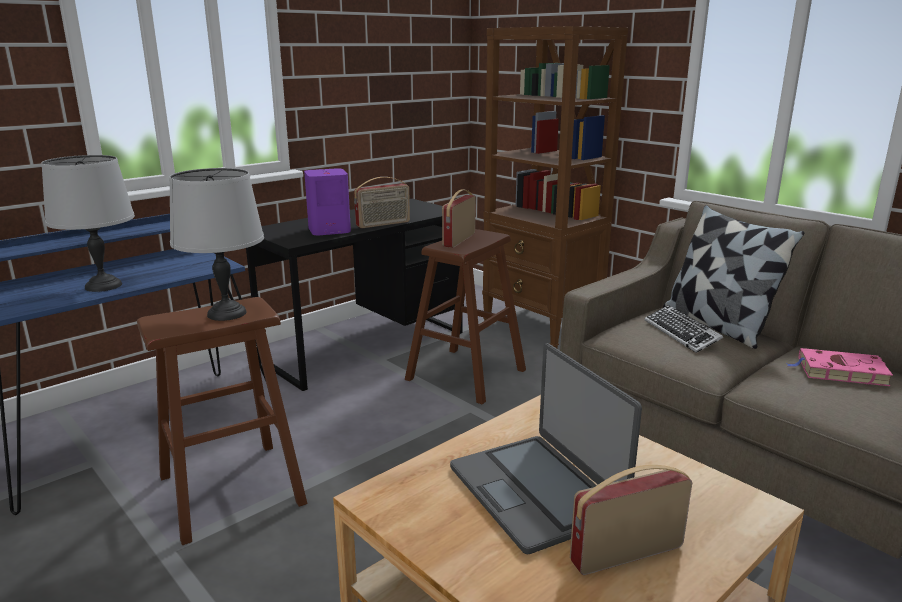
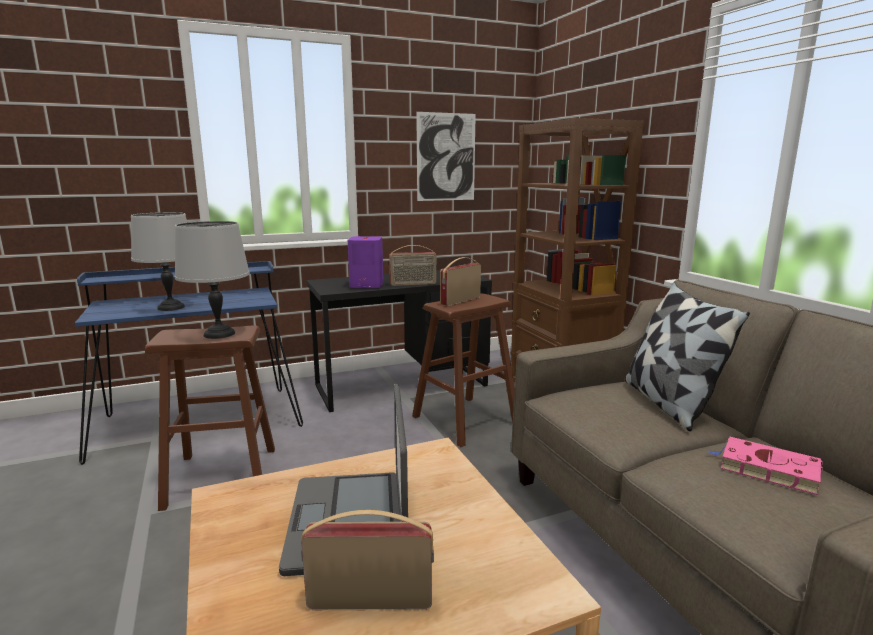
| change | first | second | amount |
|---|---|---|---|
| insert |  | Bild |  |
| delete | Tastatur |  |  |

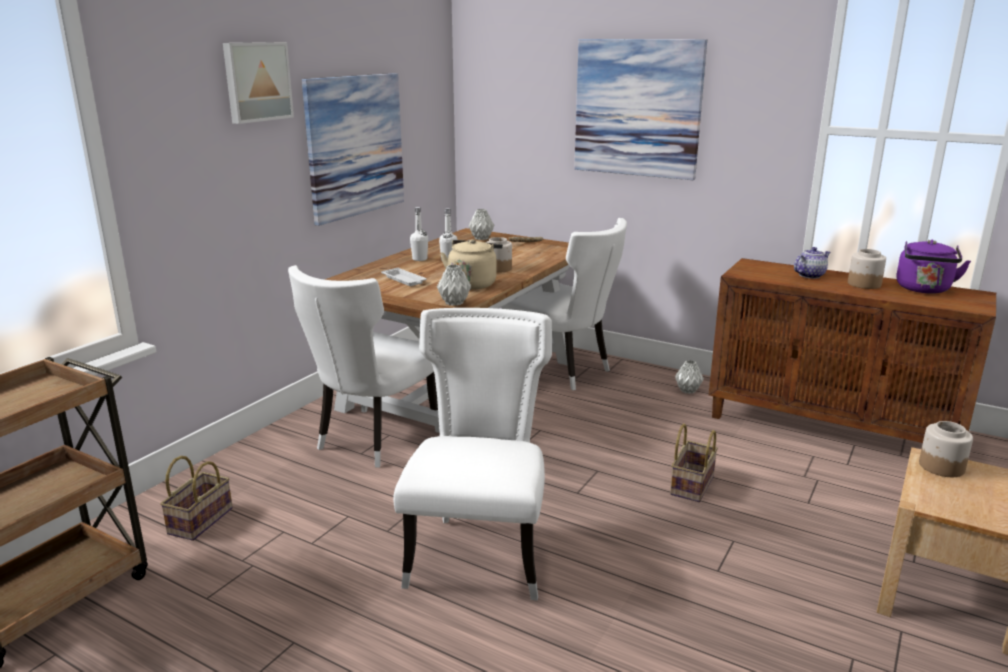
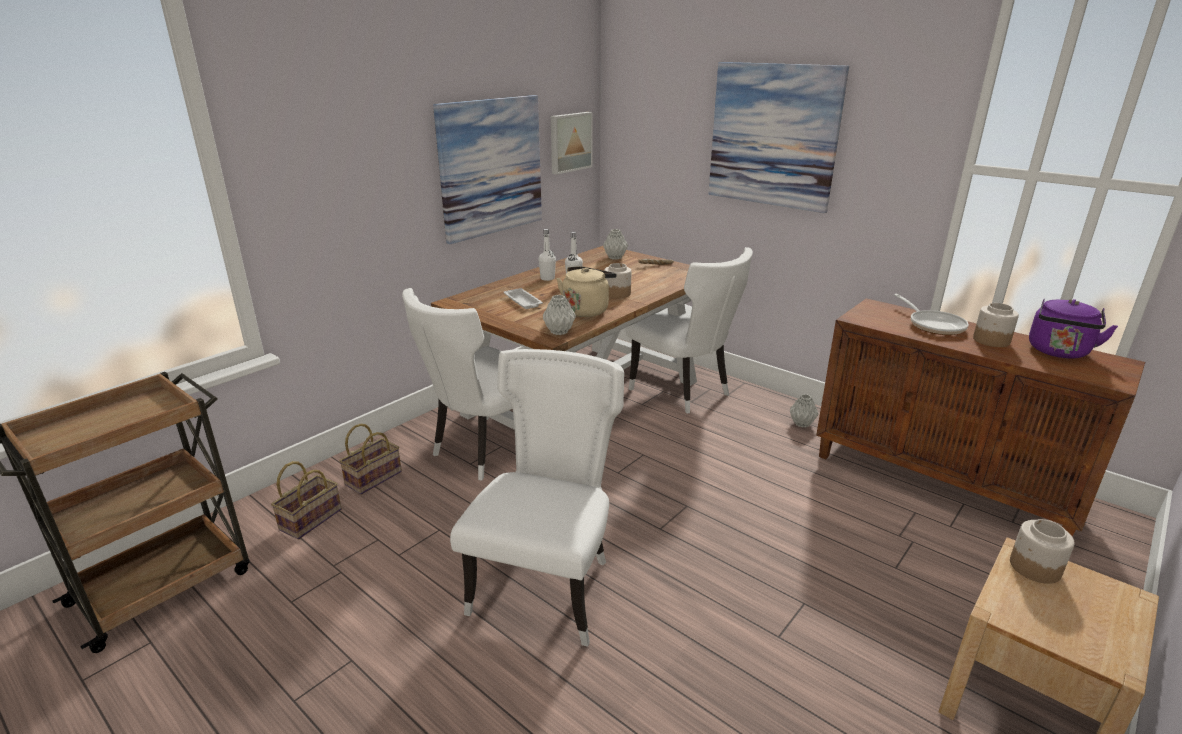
| change | first | second | amount |
|---|---|---|---|
| move | Korb (2nd from left) |  |  |
| move | Bild (1st from left in the first image) | Bild (2nd from left) |  |
| replace | Teekanne | Pfanne |  |

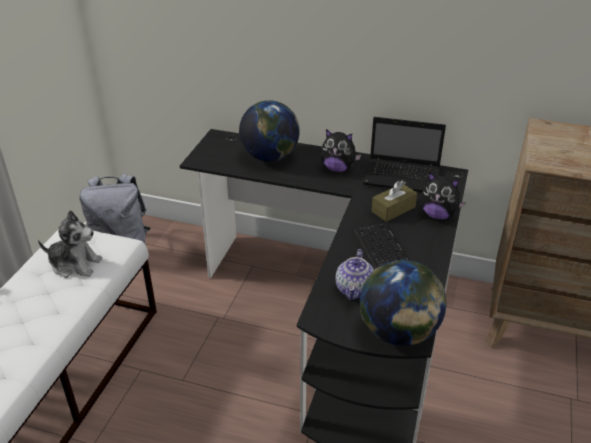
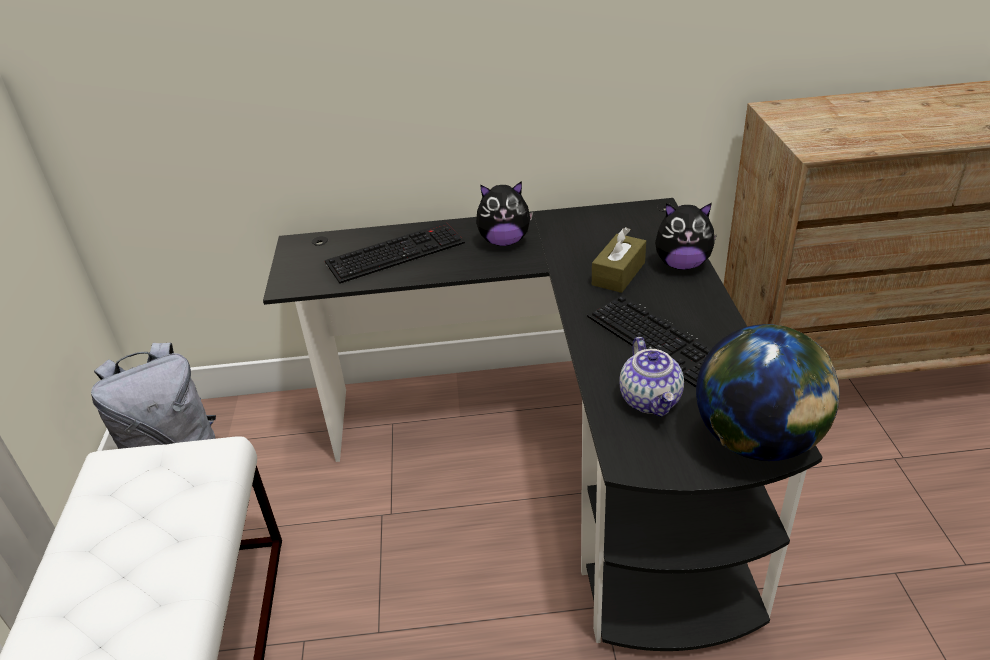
| change | first | second | amount |
|---|---|---|---|
| replace | Globus (1st from left) | Tastatur (1st from left) |  |
| delete | Plüschtier (1st from left) |  |  |
| delete | Laptop |  |  |

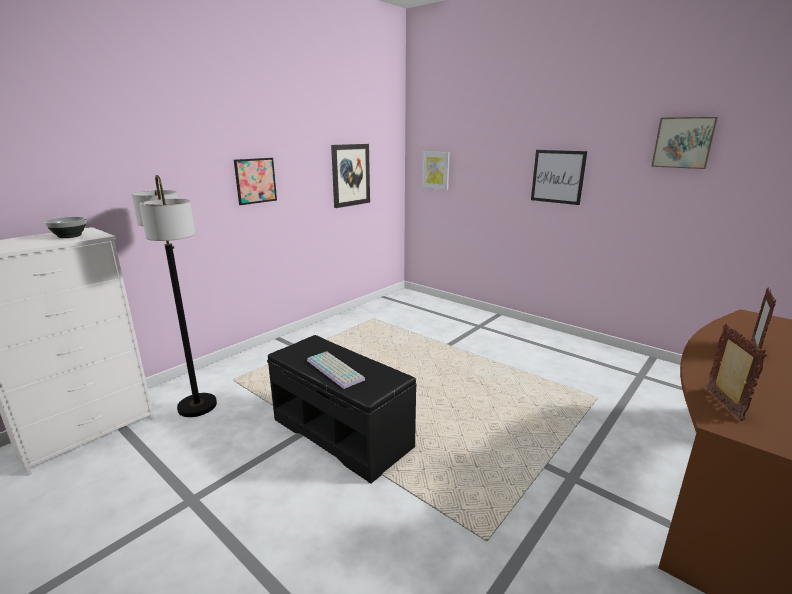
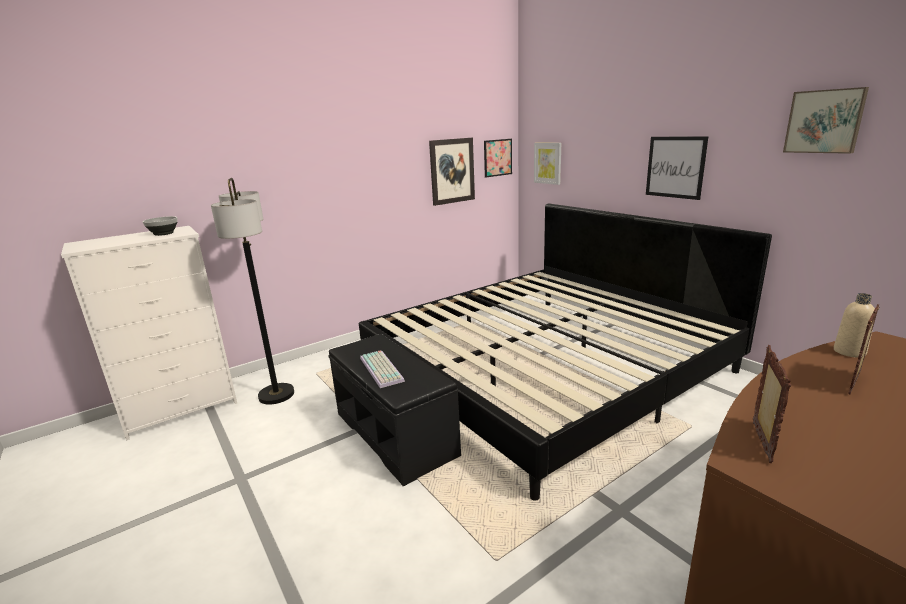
| change | first | second | amount |
|---|---|---|---|
| insert |  | Bett |  |
| move | Bild (1st from left in the first image) | Bild (2nd from left) |  |
| insert |  | Flasche [beige] |  |

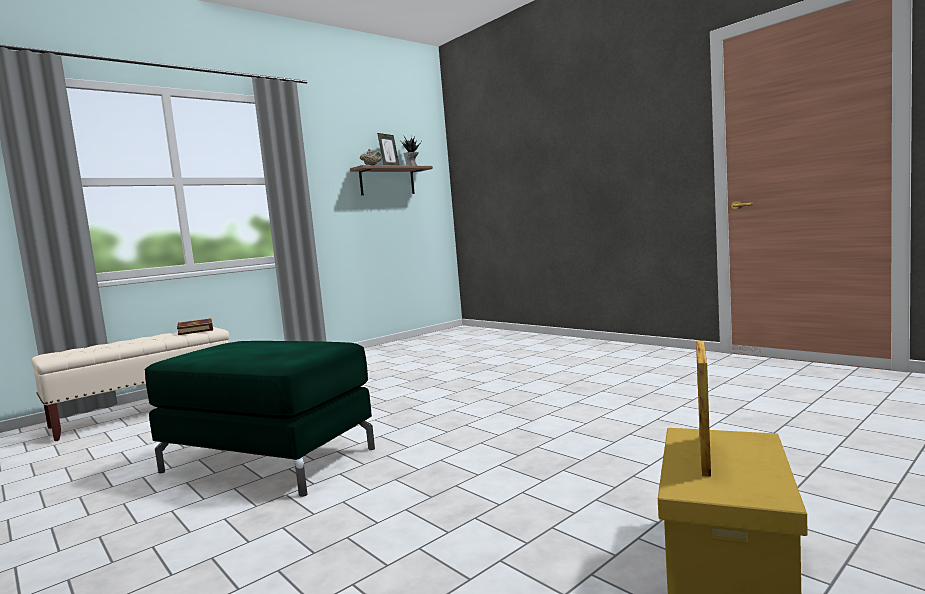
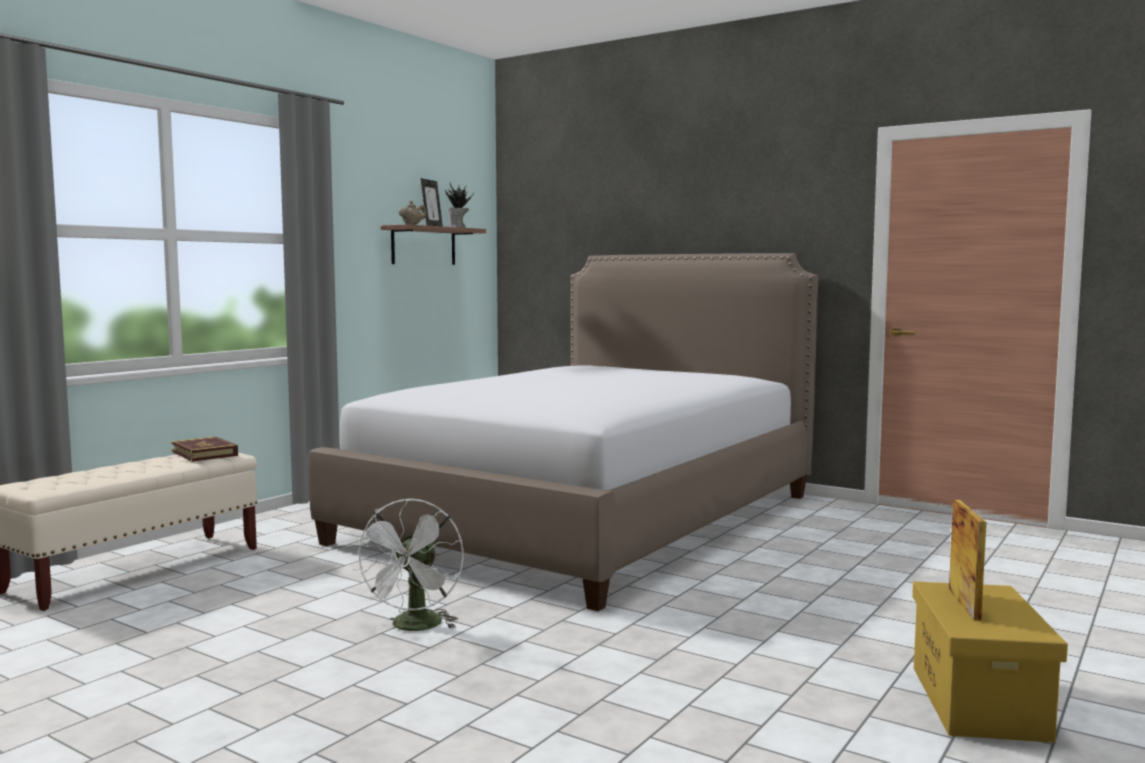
| change | first | second | amount |
|---|---|---|---|
| insert |  | Bett |  |
| replace | Polsterhocker [grün] | Ventilator [weiß] |  |

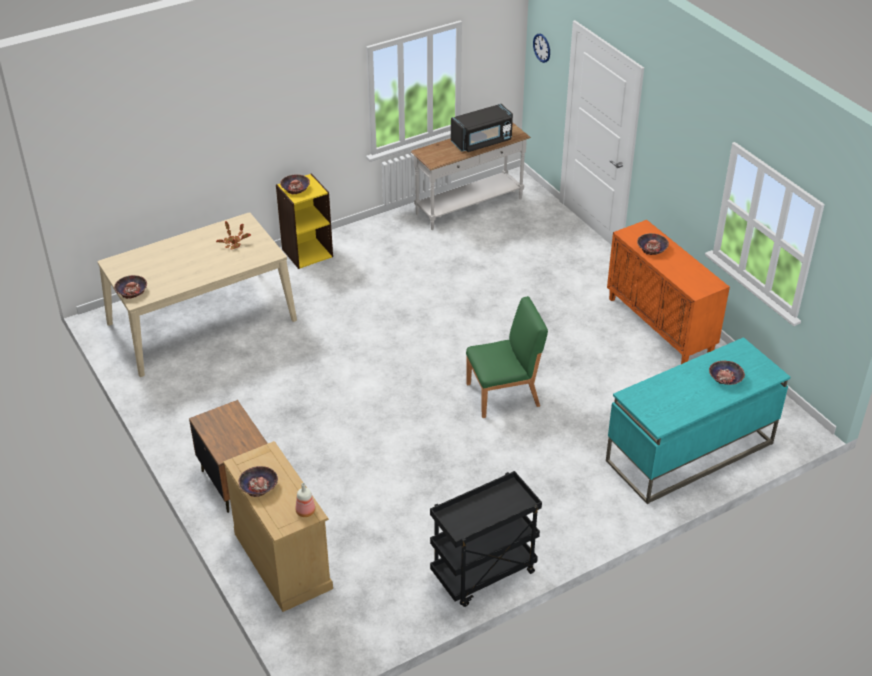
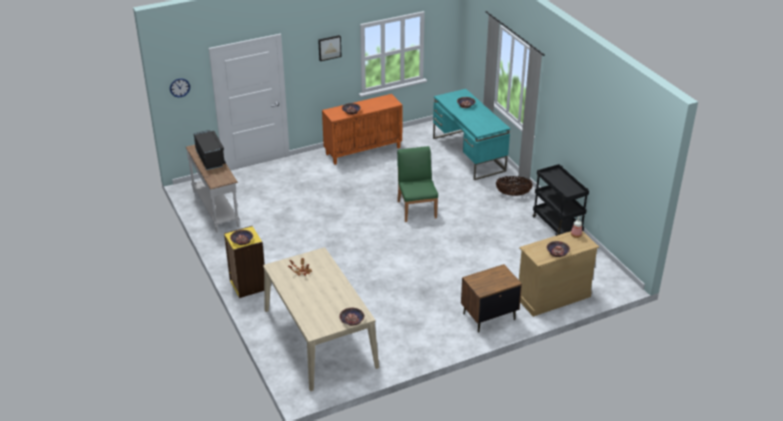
| change | first | second | amount |
|---|---|---|---|
| insert |  | Bild |  |
| insert |  | Korb |  |

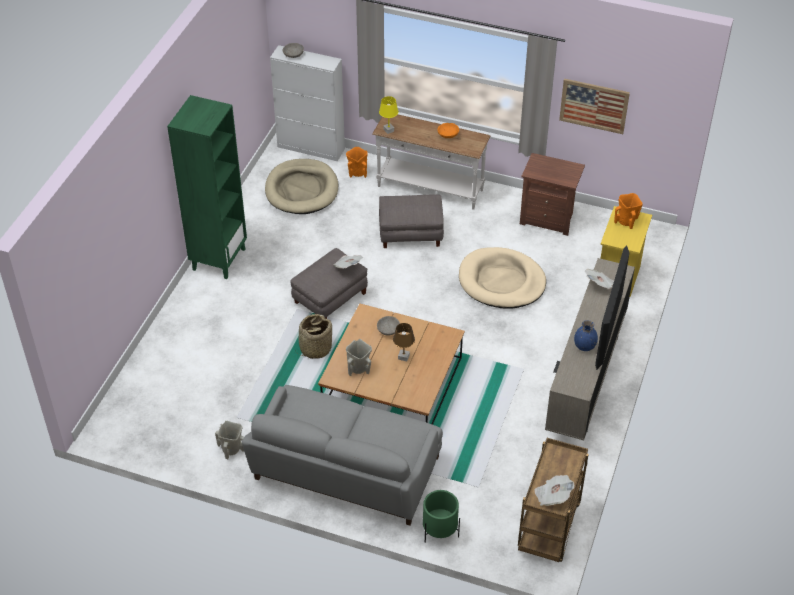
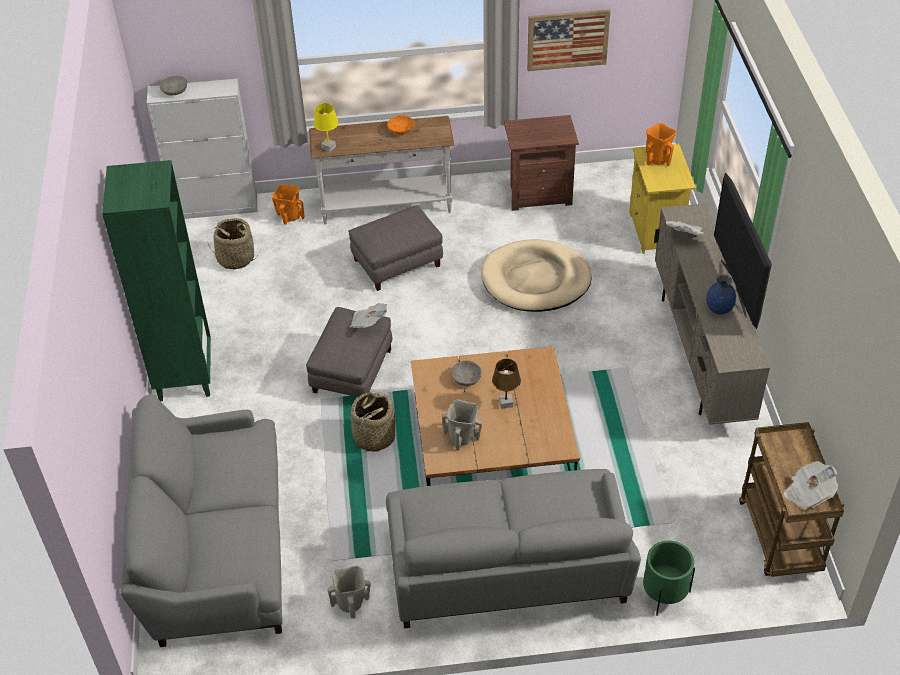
| change | first | second | amount |
|---|---|---|---|
| insert |  | Sofa [grau] (1st from left) |  |
| replace | Hundebett [beige] (1st from left) | Korb (1st from left) |  |

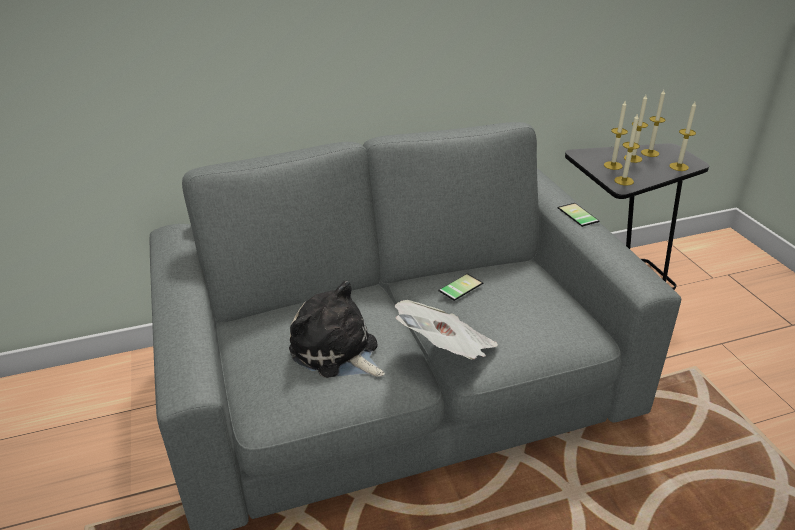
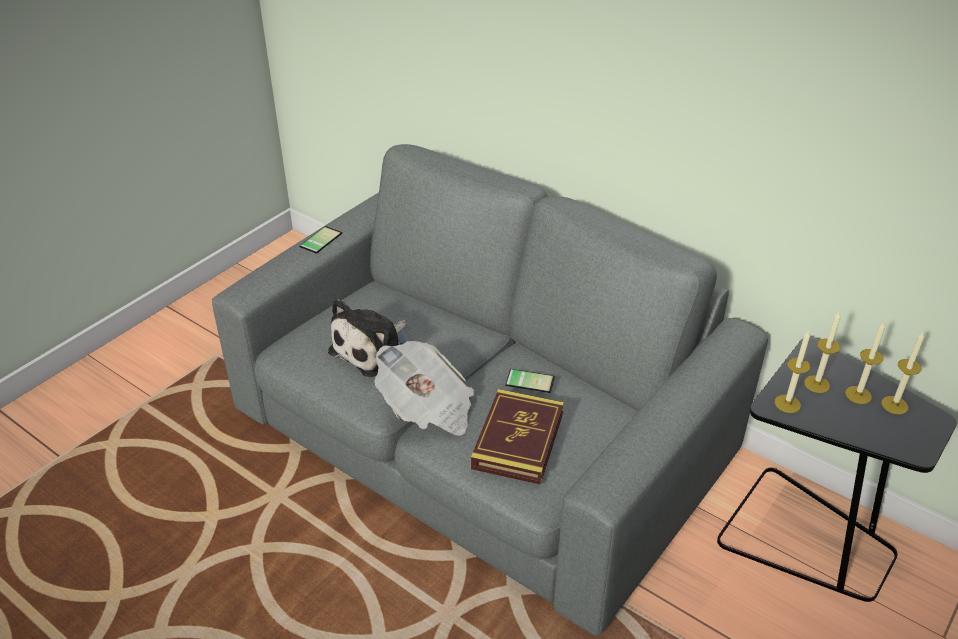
| change | first | second | amount |
|---|---|---|---|
| move | Handy (2nd from left in the first image) | Handy (1st from left) |  |
| rotate | Plüschtier |  | 150 degrees counterclockwise |
| insert |  | Buch |  |
| delete | Kerze (5th from left) |  |  |

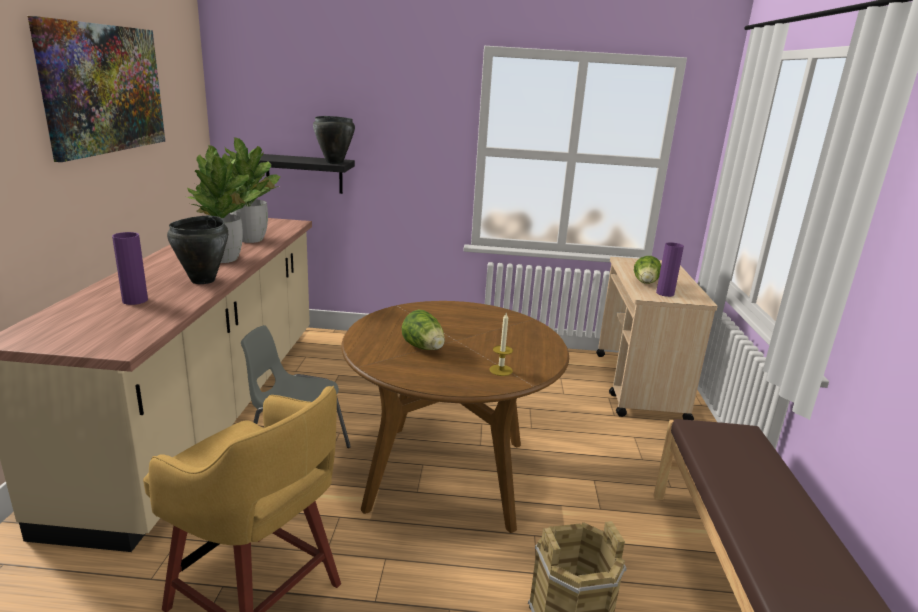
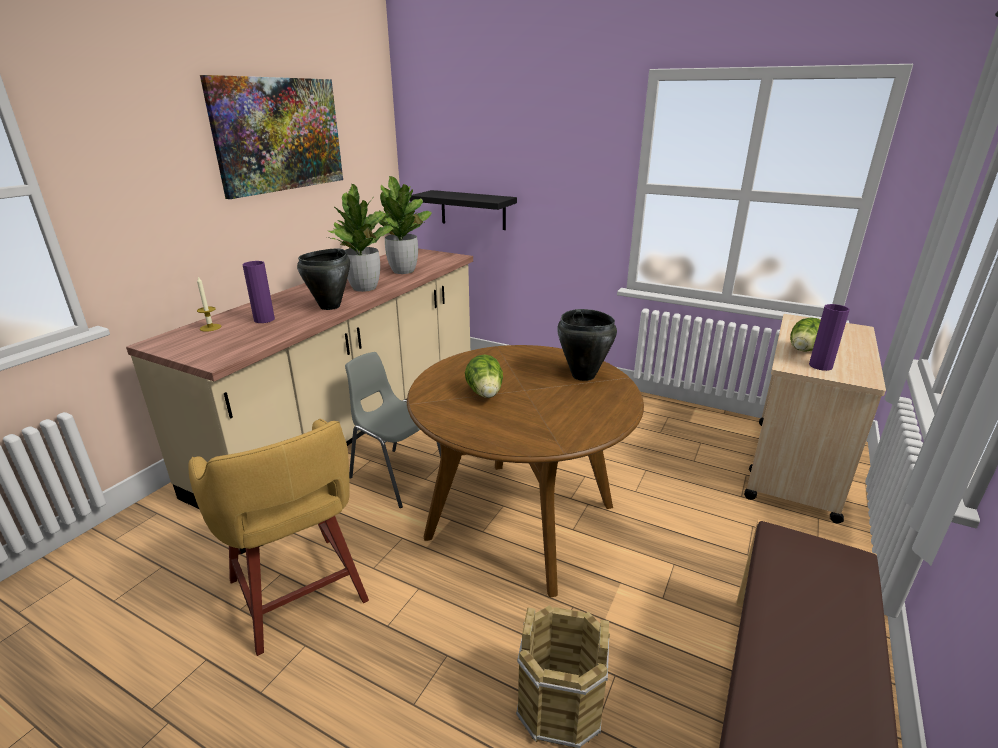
| change | first | second | amount |
|---|---|---|---|
| move | Kerze |  |  |
| move | Kochtopf [schwarz] (2nd from left) |  |  |

